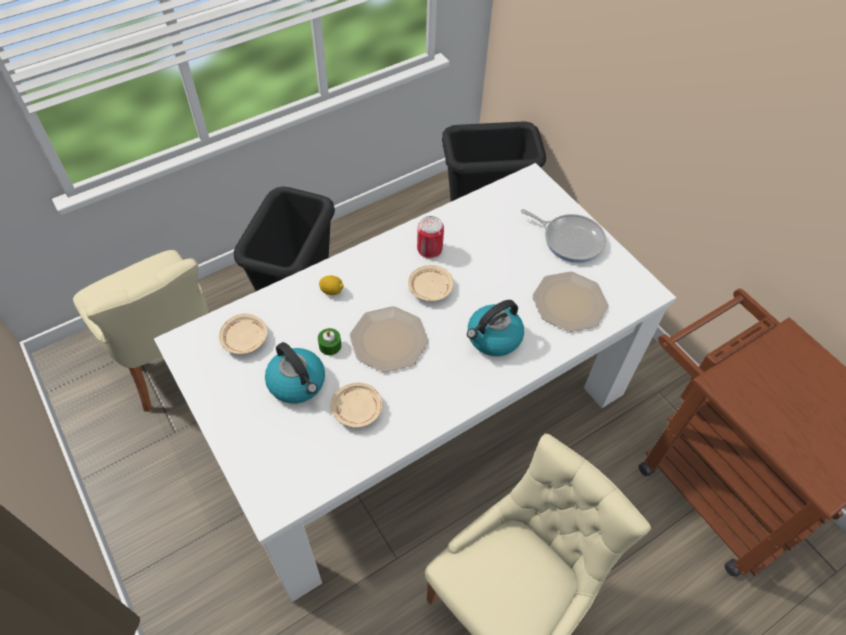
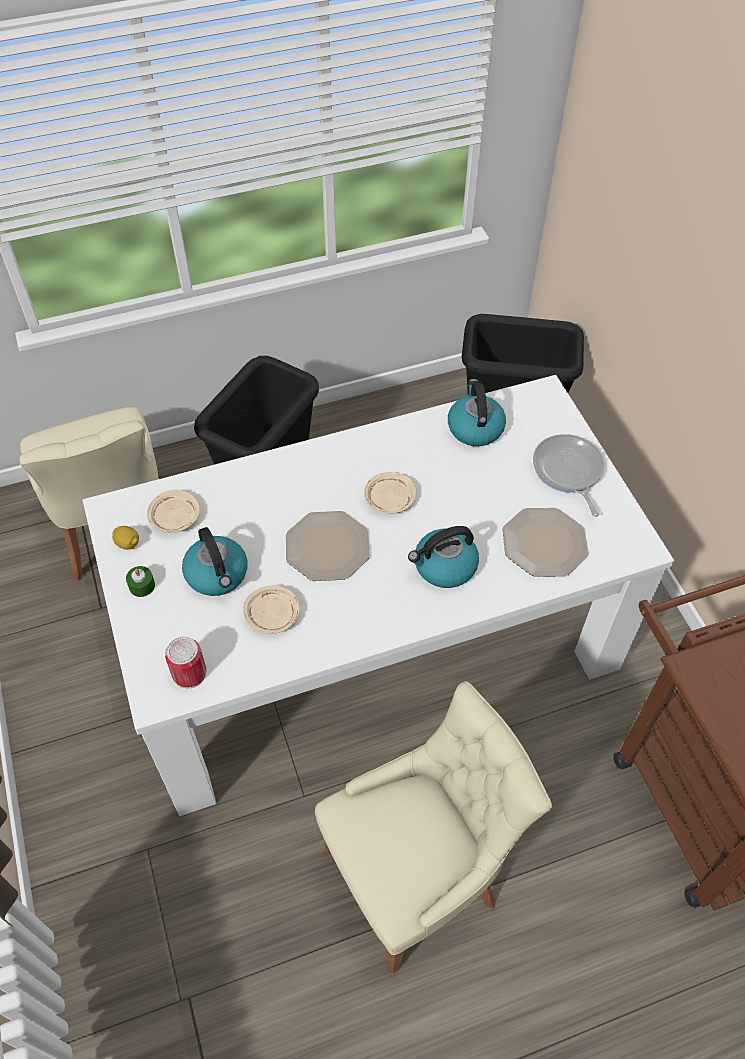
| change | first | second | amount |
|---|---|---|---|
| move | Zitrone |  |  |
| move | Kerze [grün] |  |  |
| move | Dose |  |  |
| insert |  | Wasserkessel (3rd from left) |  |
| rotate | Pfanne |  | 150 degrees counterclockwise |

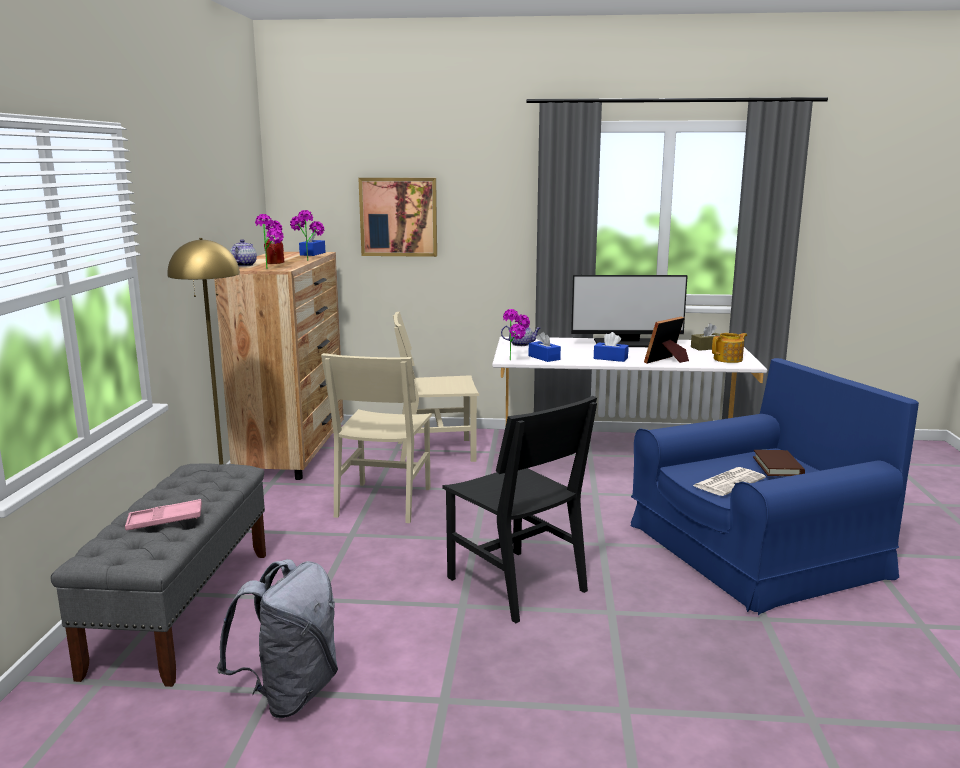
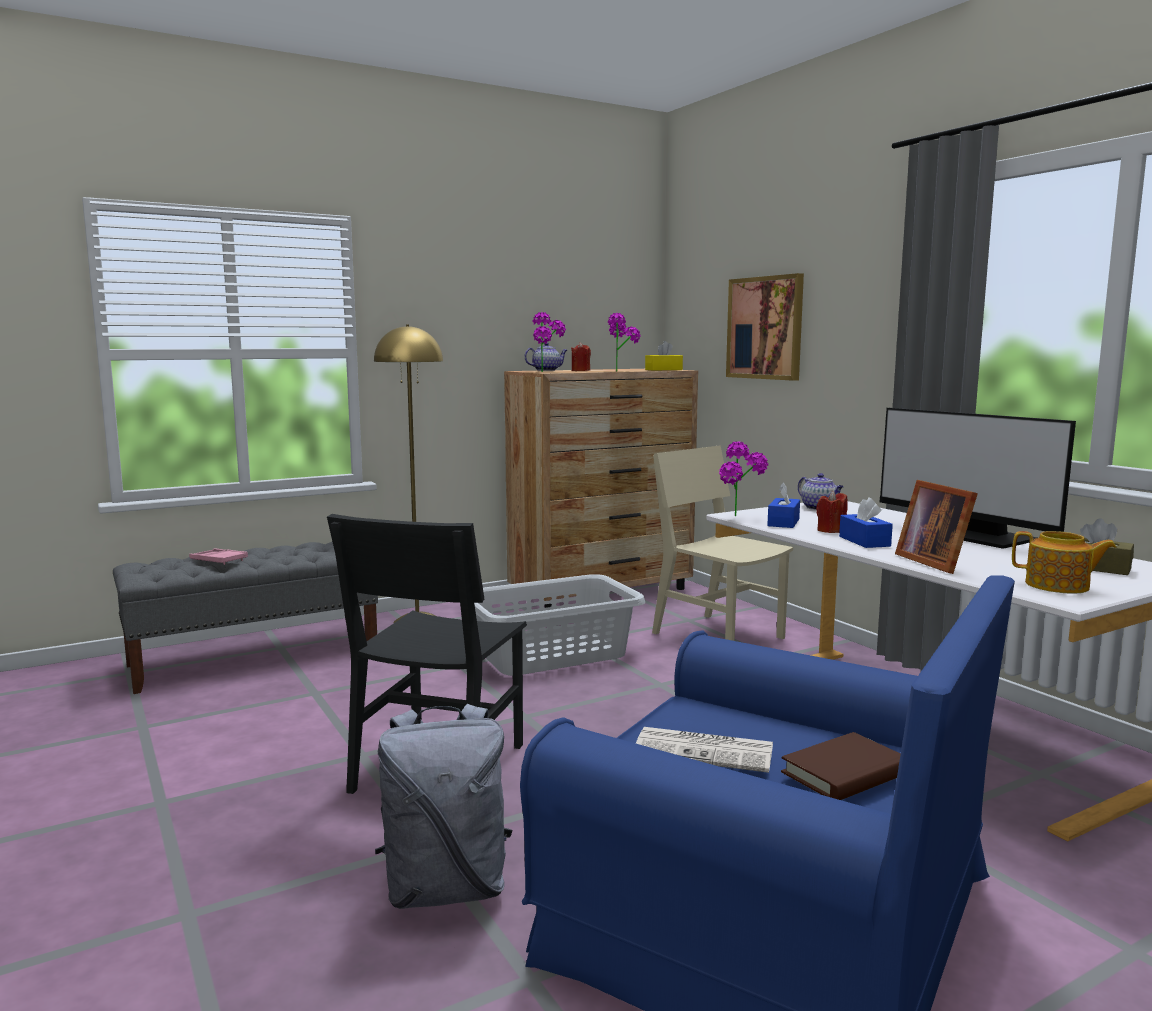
| change | first | second | amount |
|---|---|---|---|
| move | Rucksack [grau] |  |  |
| replace | Stuhl [beige] (1st from left) | Wäschekorb [grau] |  |
| recolor | Taschentuchbox [blau] (1st from left) | Taschentuchbox [gelb] |  |
| insert |  | Kerze [rot] (2nd from left) |  |
| rotate | Bilderrahmen |  | 120 degrees counterclockwise |

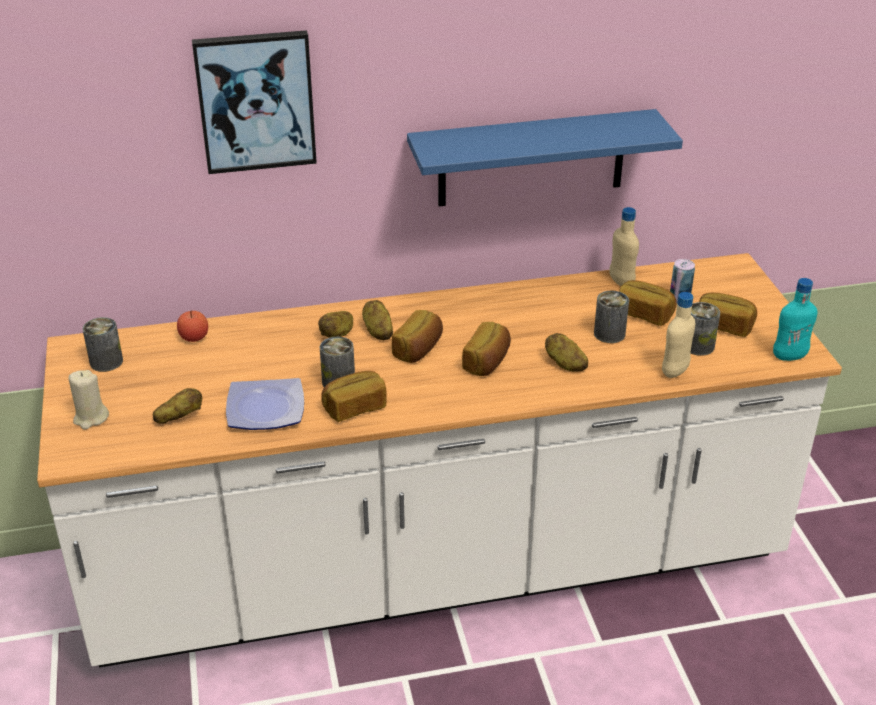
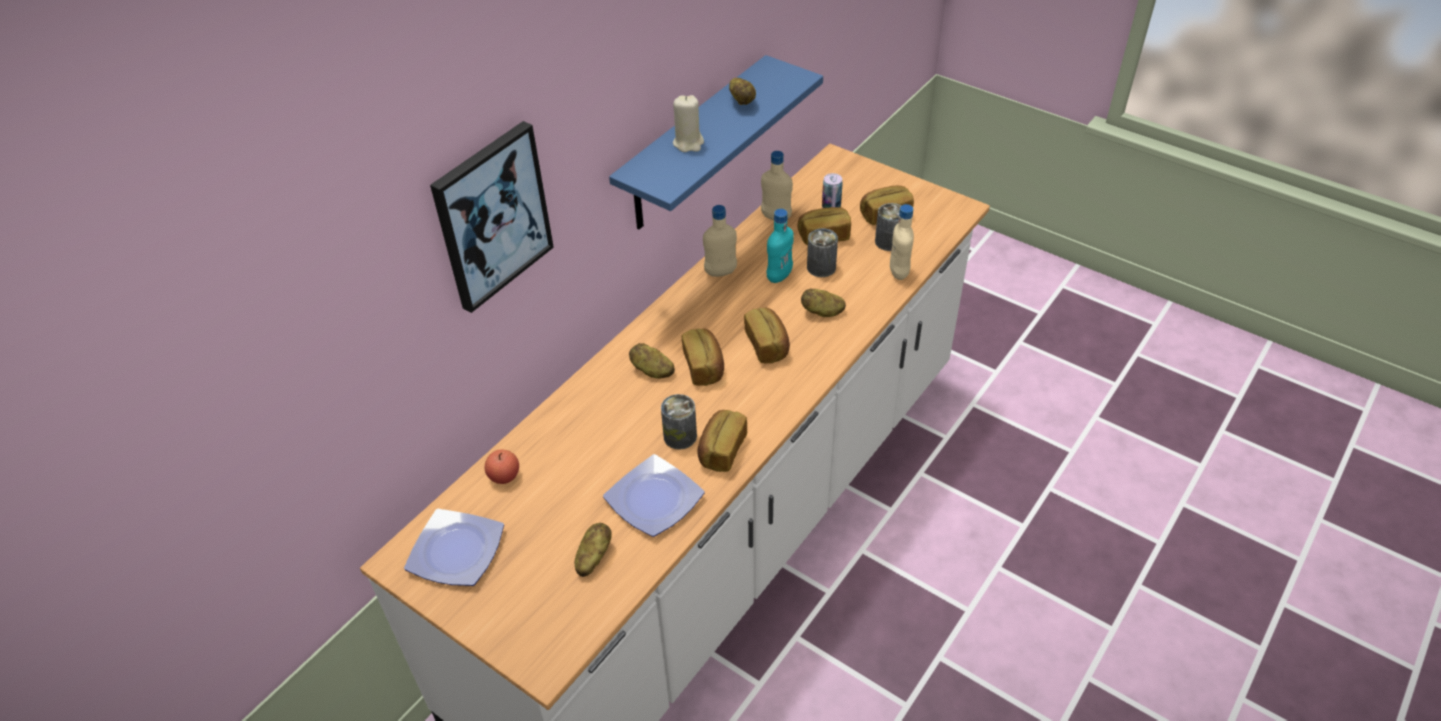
| change | first | second | amount |
|---|---|---|---|
| replace | Dose (1st from left) | Teller (1st from left) |  |
| move | Kerze [beige] |  |  |
| insert |  | Flasche [beige] (1st from left) |  |
| move | Kartoffel (2nd from left in the first image) | Kartoffel (3rd from left) |  |
| move | Flasche [türkis] |  |  |

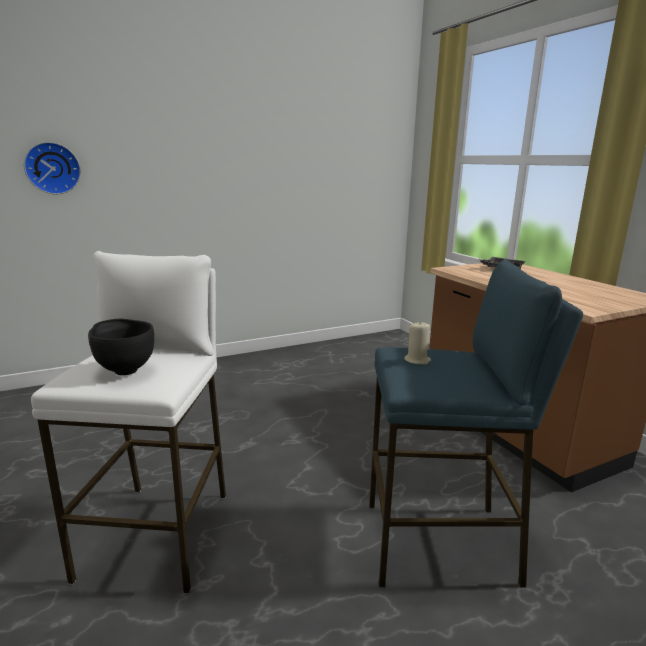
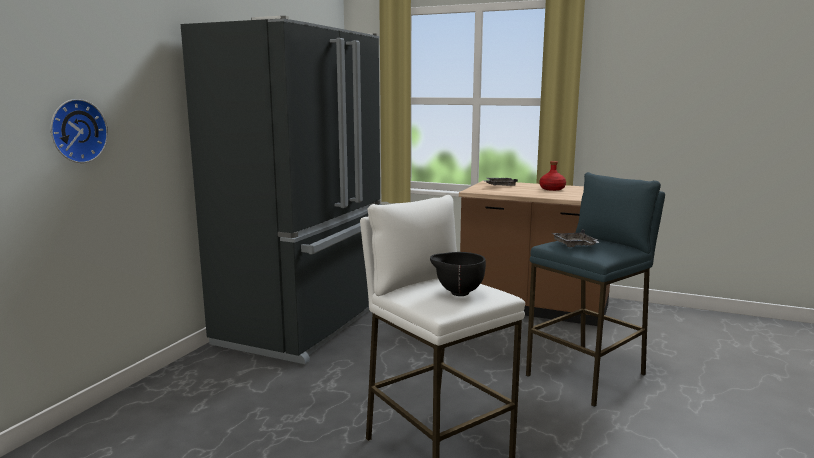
| change | first | second | amount |
|---|---|---|---|
| insert |  | Kühlschrank [schwarz] |  |
| insert |  | Flasche [rot] |  |
| replace | Kerze [beige] | Tablett [grau] (2nd from left) |  |

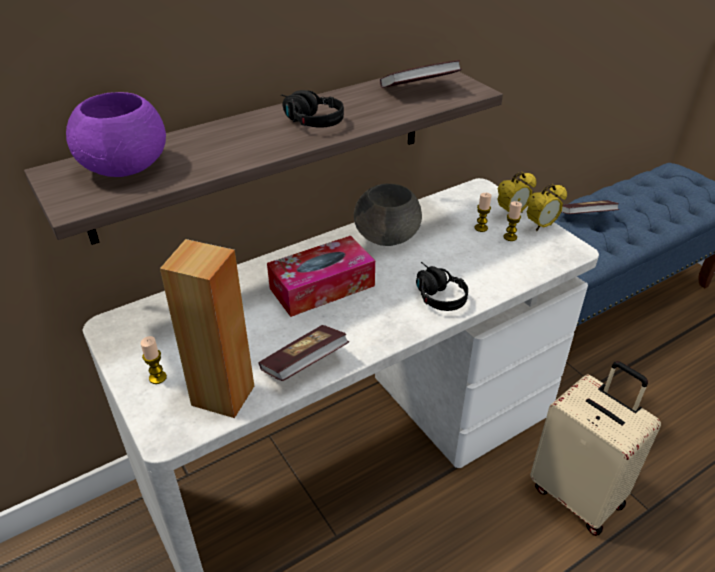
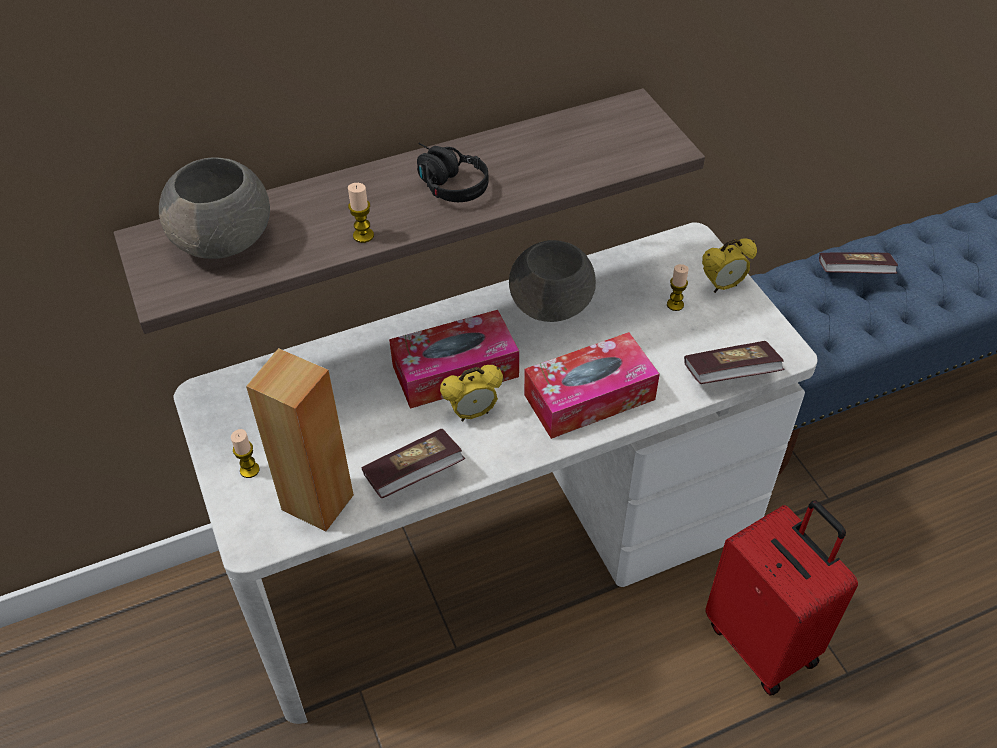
| change | first | second | amount |
|---|---|---|---|
| recolor | Schüssel [lila] | Schüssel [grau] (1st from left) |  |
| move | Kerze (3rd from left in the first image) | Kerze (2nd from left) |  |
| move | Wecker (2nd from left in the first image) | Wecker (1st from left) |  |
| replace | Kopfhörer [schwarz] (2nd from left) | Taschentuchbox (2nd from left) |  |
| move | Buch (2nd from left) |  |  |
| recolor | Koffer [beige] | Koffer [rot] |  |

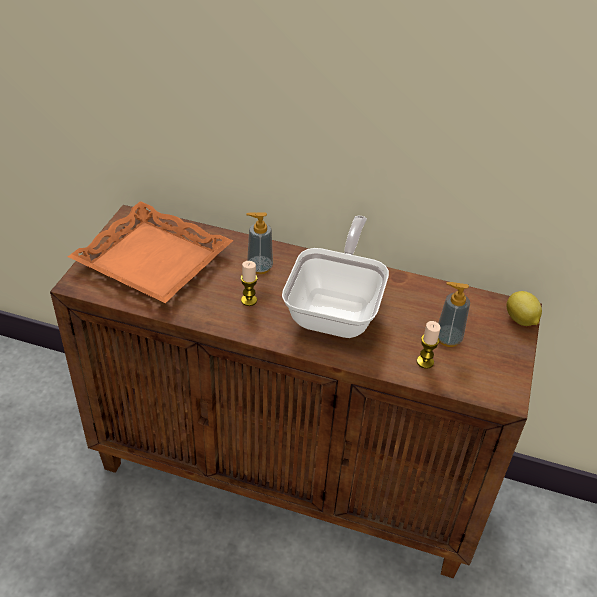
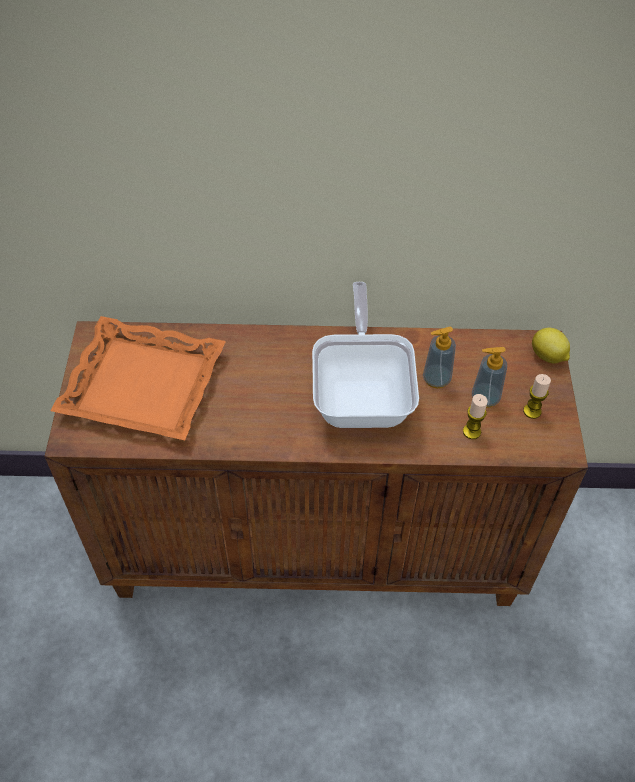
| change | first | second | amount |
|---|---|---|---|
| move | Seifenspender (1st from left) |  |  |
| move | Kerze (1st from left in the first image) | Kerze (2nd from left) |  |

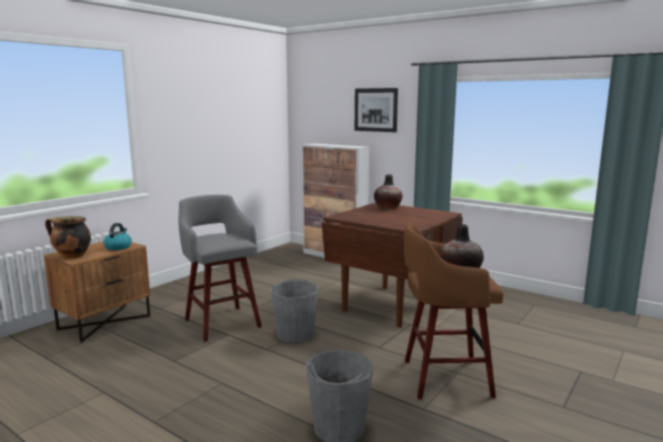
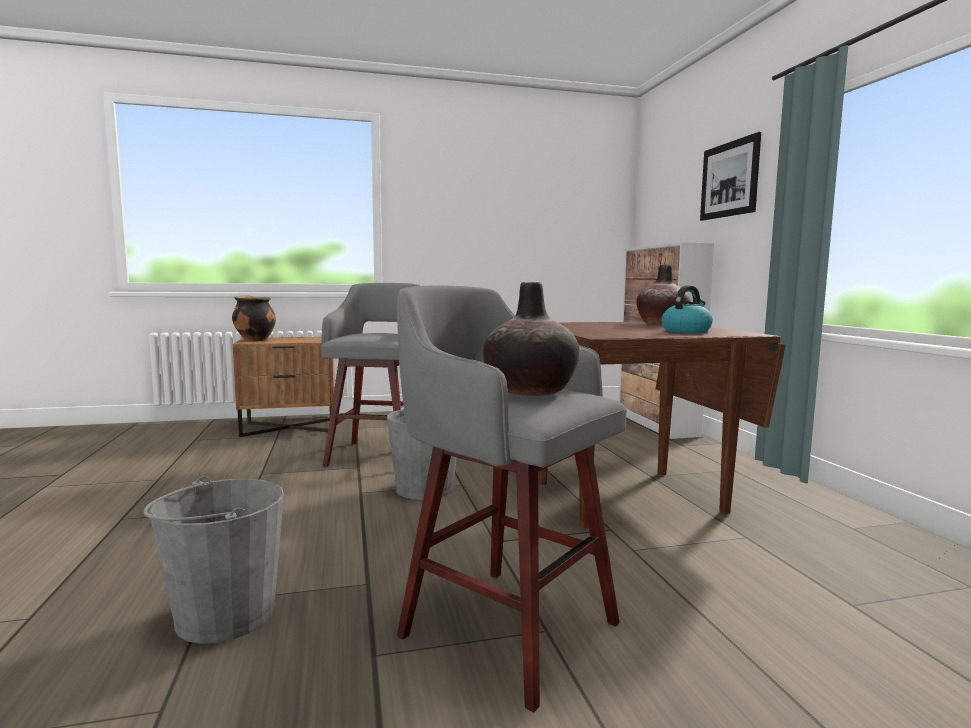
| change | first | second | amount |
|---|---|---|---|
| recolor | Hocker [braun] | Hocker [grau] (2nd from left) |  |
| move | Wasserkessel |  |  |

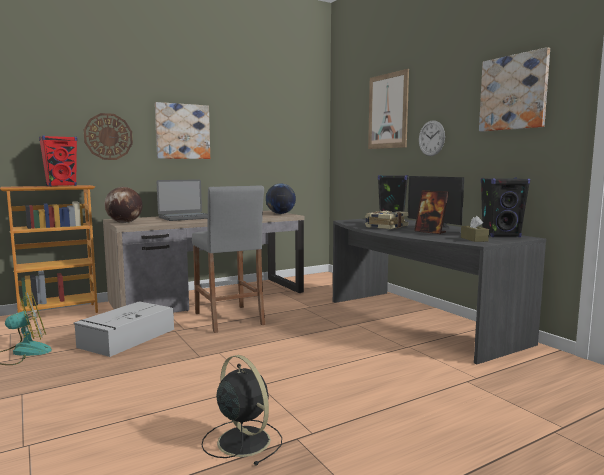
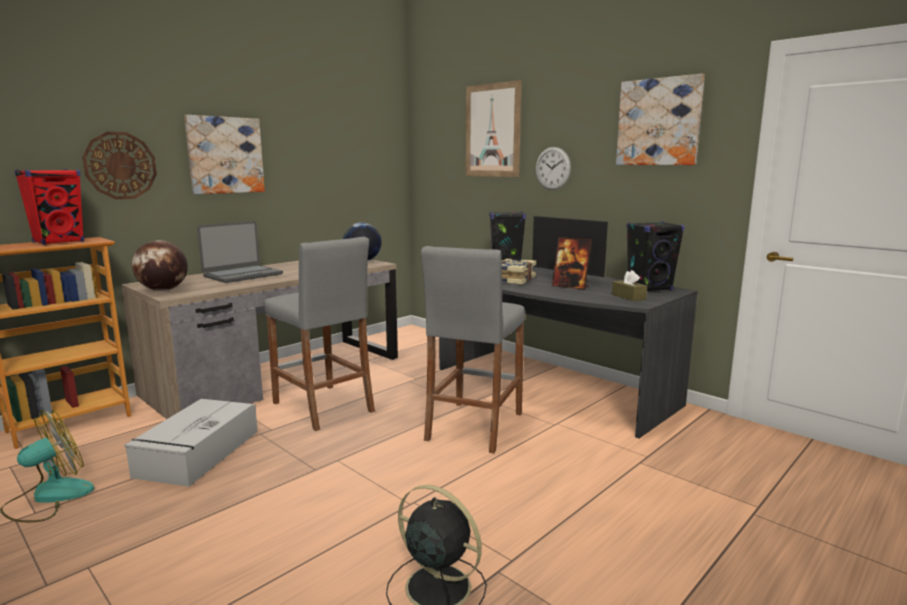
| change | first | second | amount |
|---|---|---|---|
| insert |  | Hocker [grau] (2nd from left) |  |

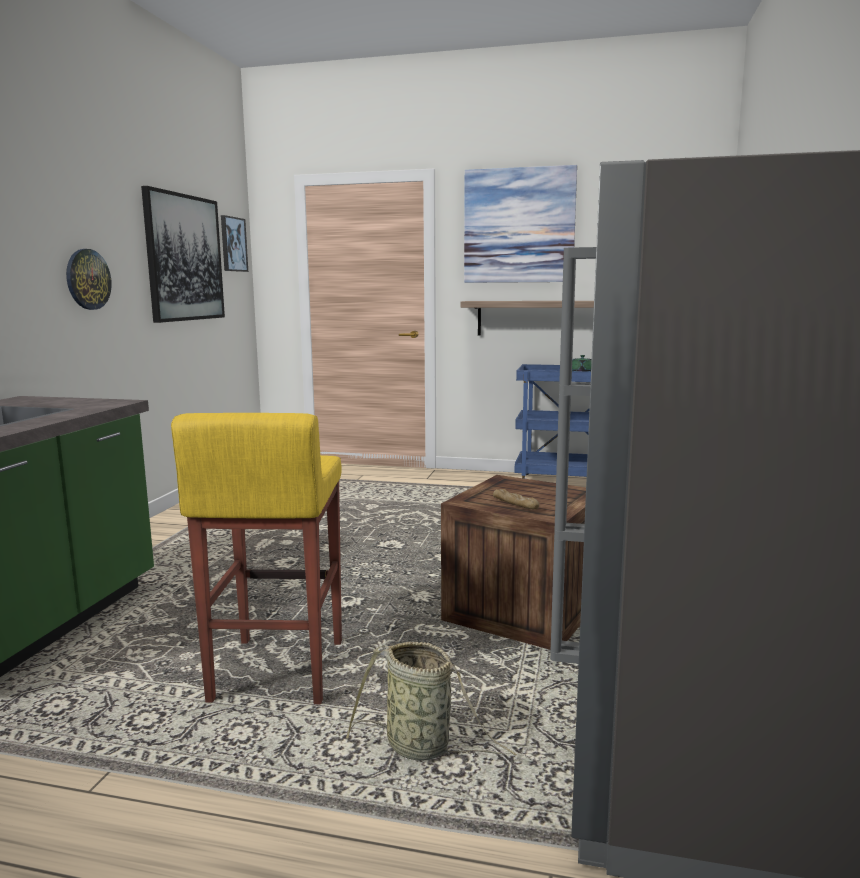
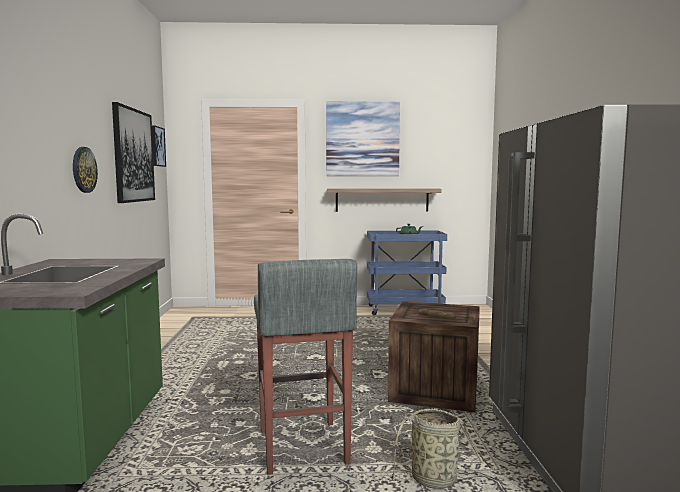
| change | first | second | amount |
|---|---|---|---|
| recolor | Hocker [gelb] | Hocker [grau] |  |

